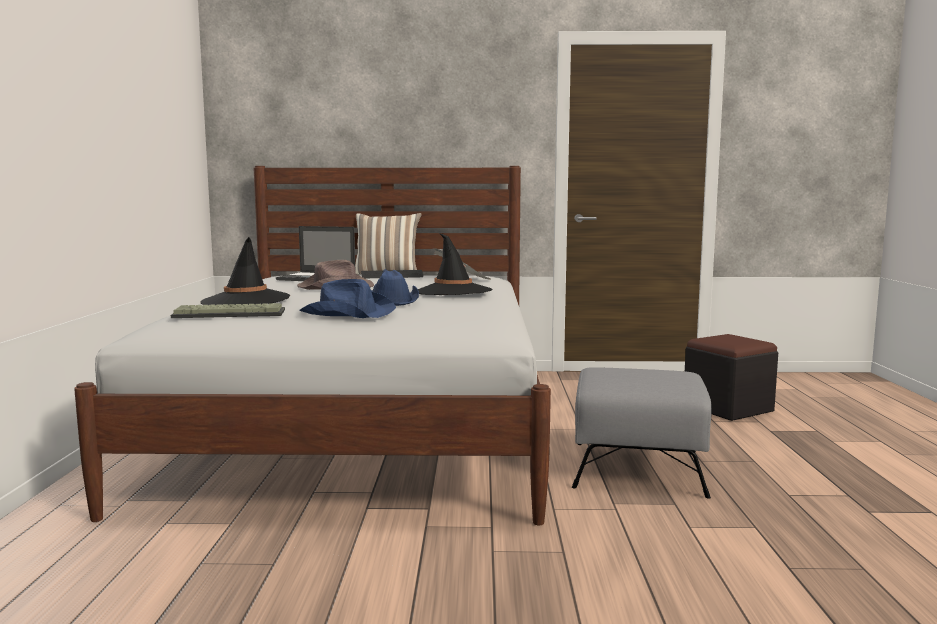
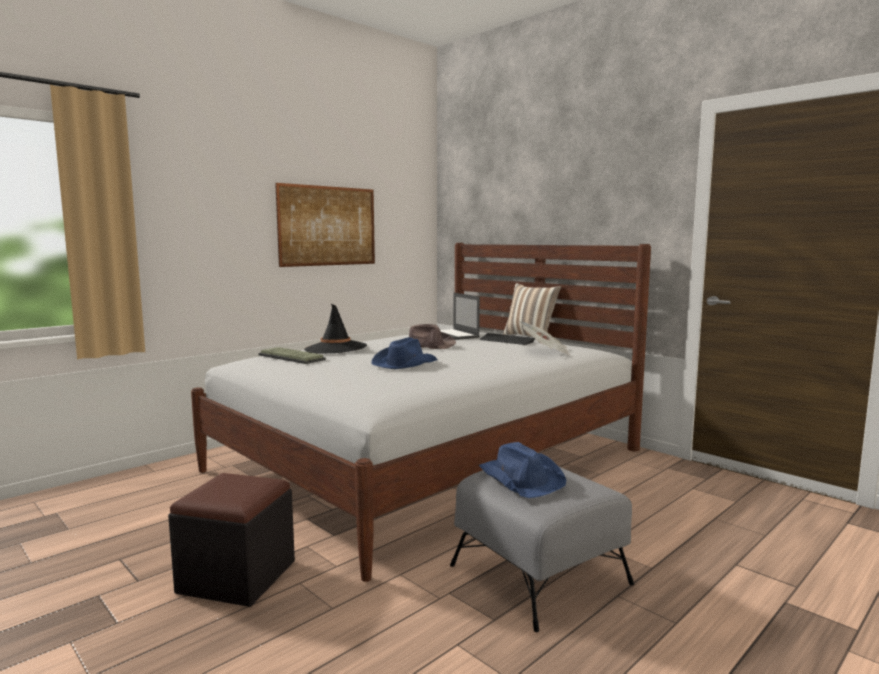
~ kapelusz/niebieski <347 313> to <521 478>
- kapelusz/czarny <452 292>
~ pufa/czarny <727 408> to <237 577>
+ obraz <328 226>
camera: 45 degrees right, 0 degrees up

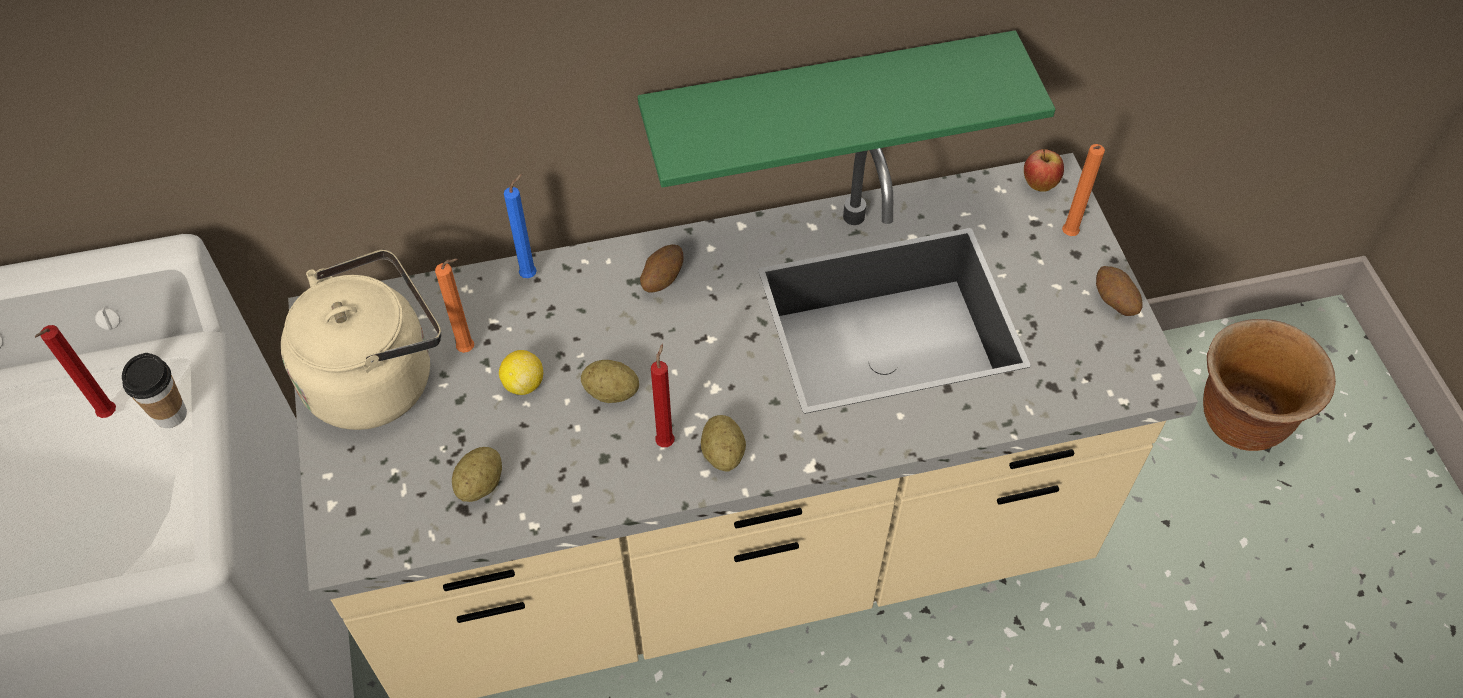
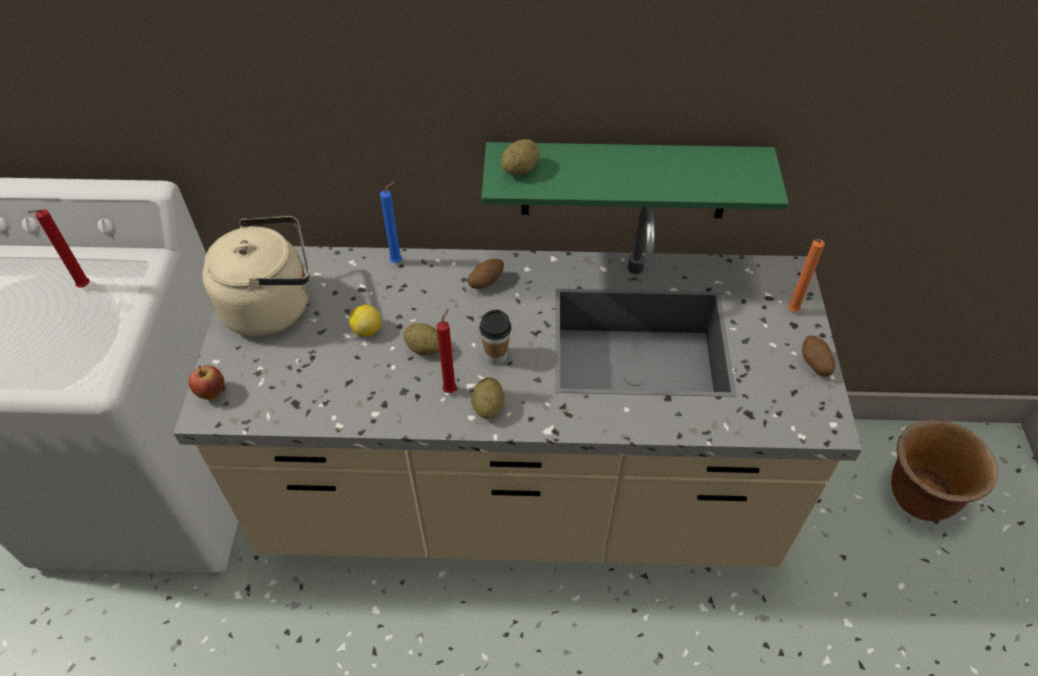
~ filiżanka <170 414> to <496 356>
- świeca/pomarańczowy <469 349>
~ ziemniak <480 484> to <520 170>
~ jabłko <1039 185> to <212 393>
camera: 15 degrees right, 5 degrees down

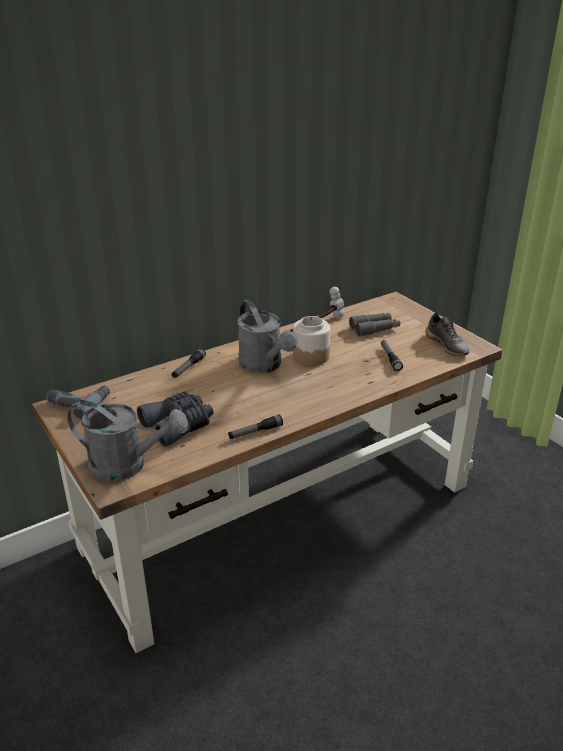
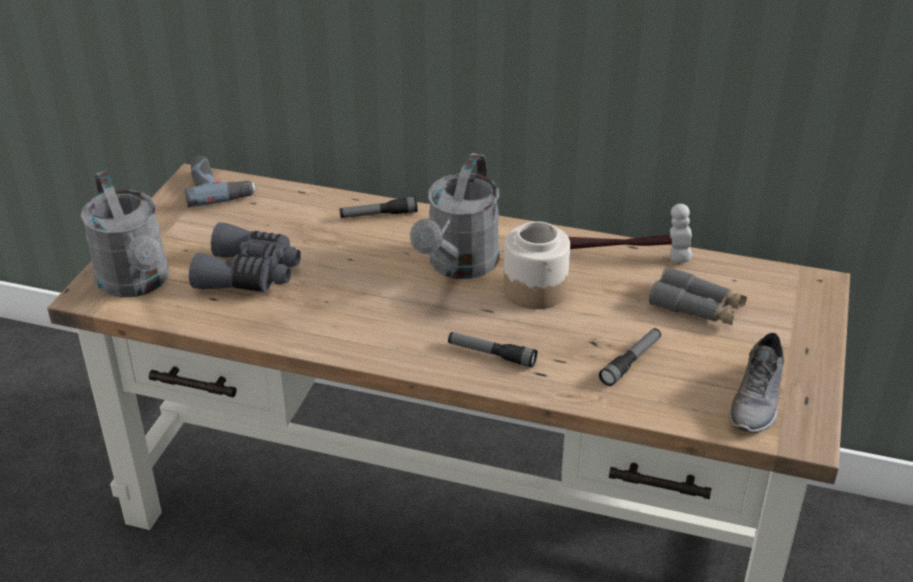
~ latarka <255 432> to <491 355>
camera: 50 degrees right, 5 degrees up

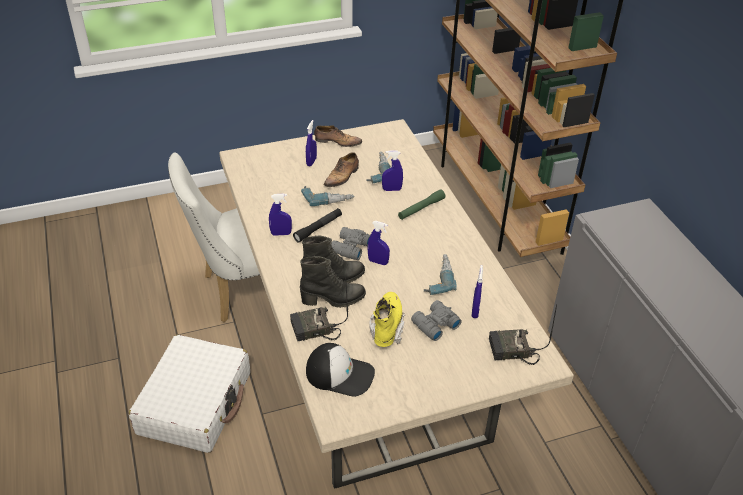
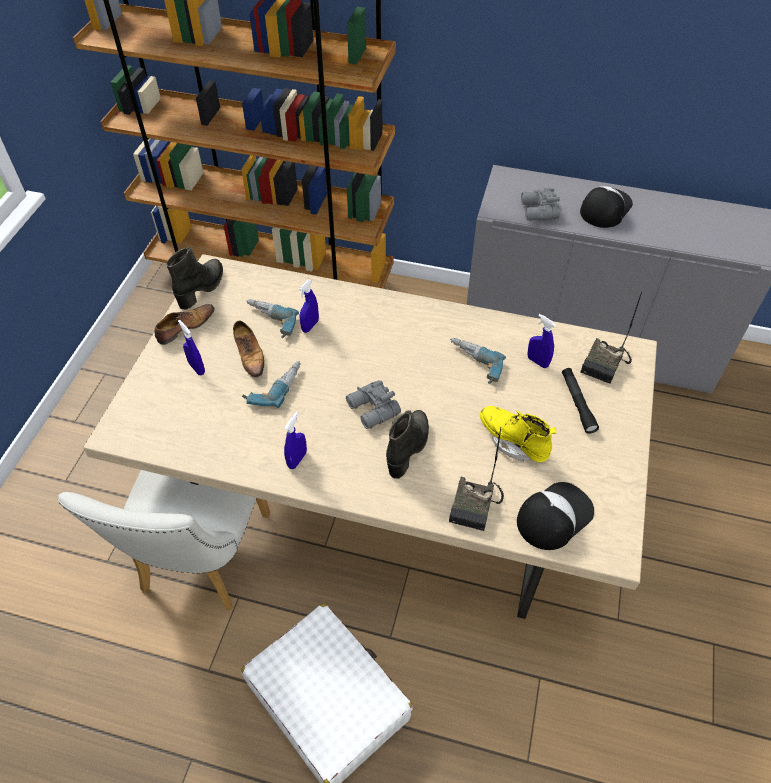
~ latarka/czarny <318 228> to <577 403>
~ but z cholewką/czarny <333 300> to <202 288>
- spryskiwacz/niebieski <378 262>
- latarka/zielony <421 208>
~ lornetka/szary <434 324> to <538 211>
+ czapka z daszkiem <605 208>
camera: 55 degrees left, 10 degrees up

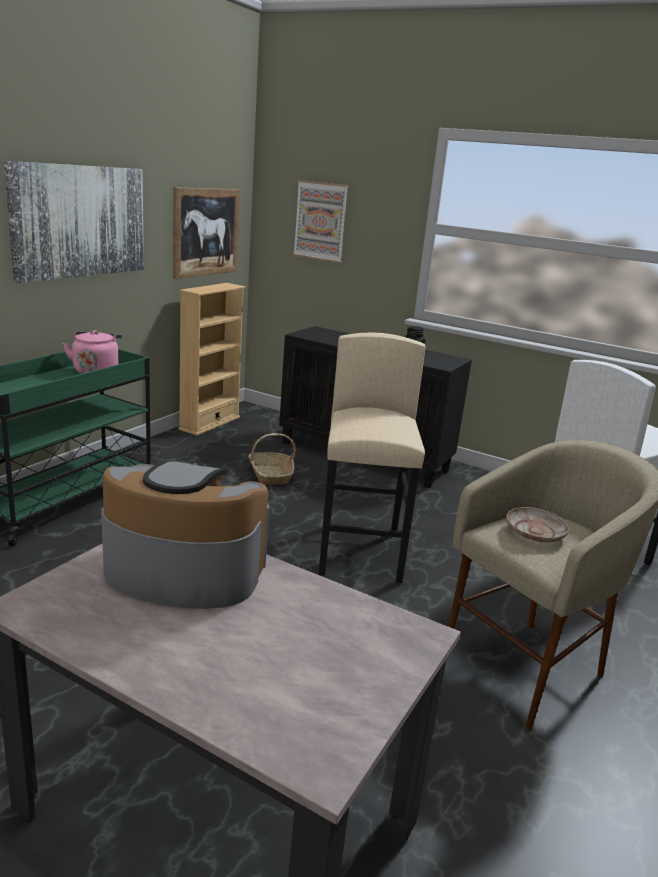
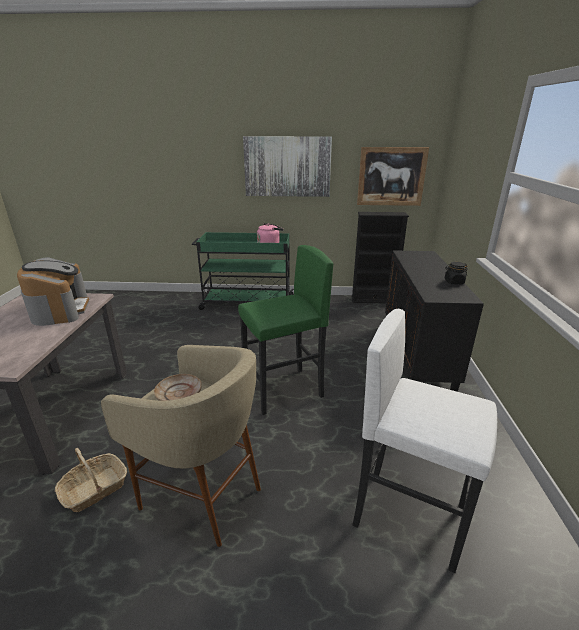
~ regał/beżowy <210 423> to regał/czarny <373 300>
~ koszyk <270 475> to <94 489>
- obraz <320 221>
~ stołek/beżowy <361 553> to stołek/zielony <283 391>
camera: 65 degrees right, 5 degrees up

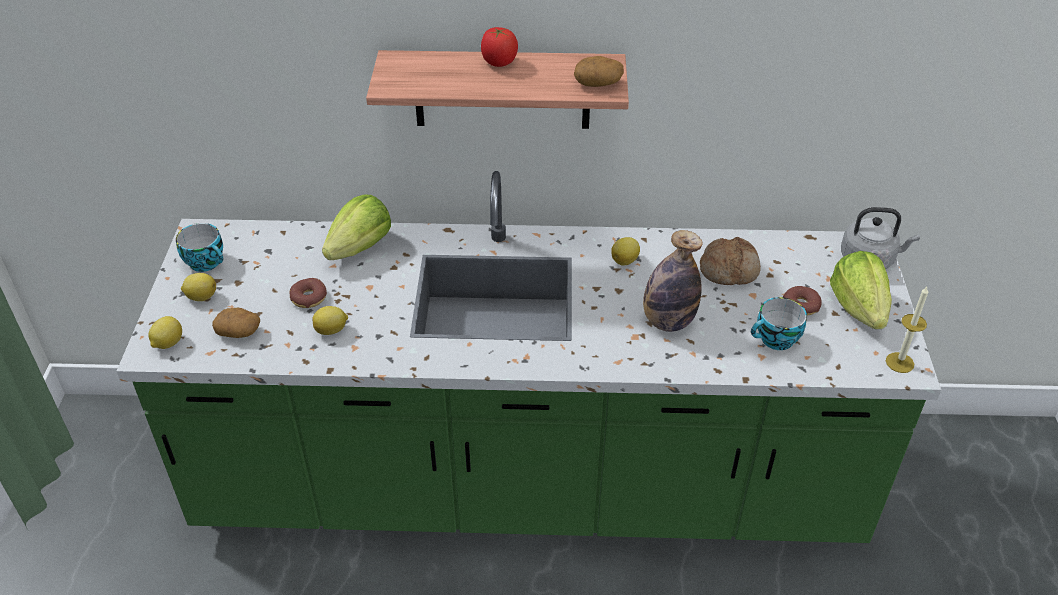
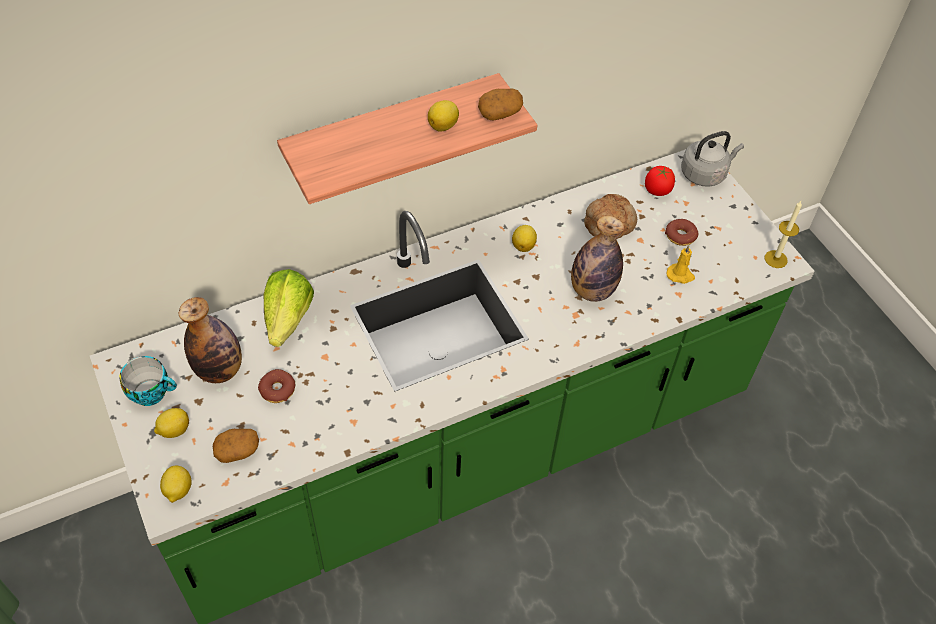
~ cytryna <332 330> to <443 126>
~ pomidor <499 63> to <657 191>
~ filiżanka <775 340> to świeca/żółty <680 275>
- sałata <858 308>
+ butelka <219 370>
camera: 30 degrees left, 10 degrees up

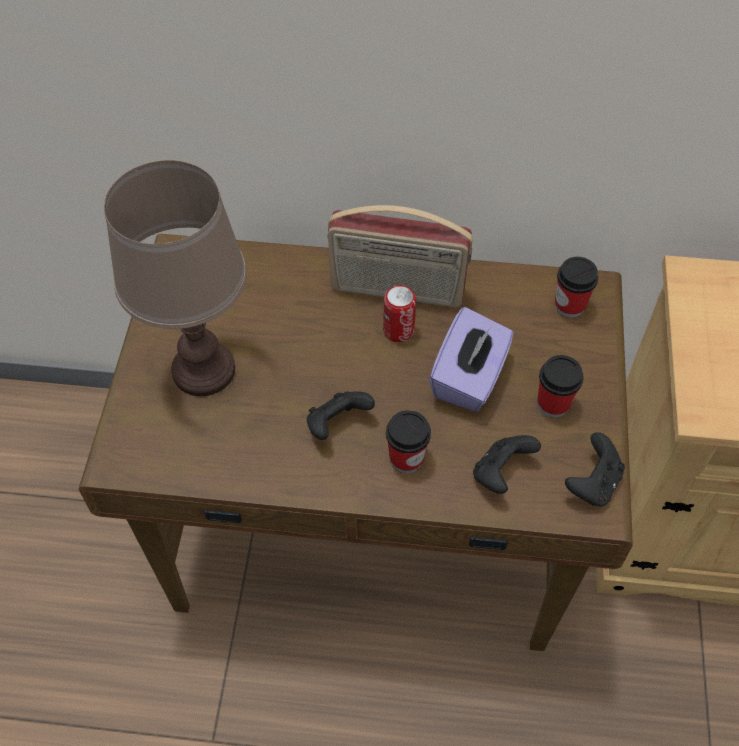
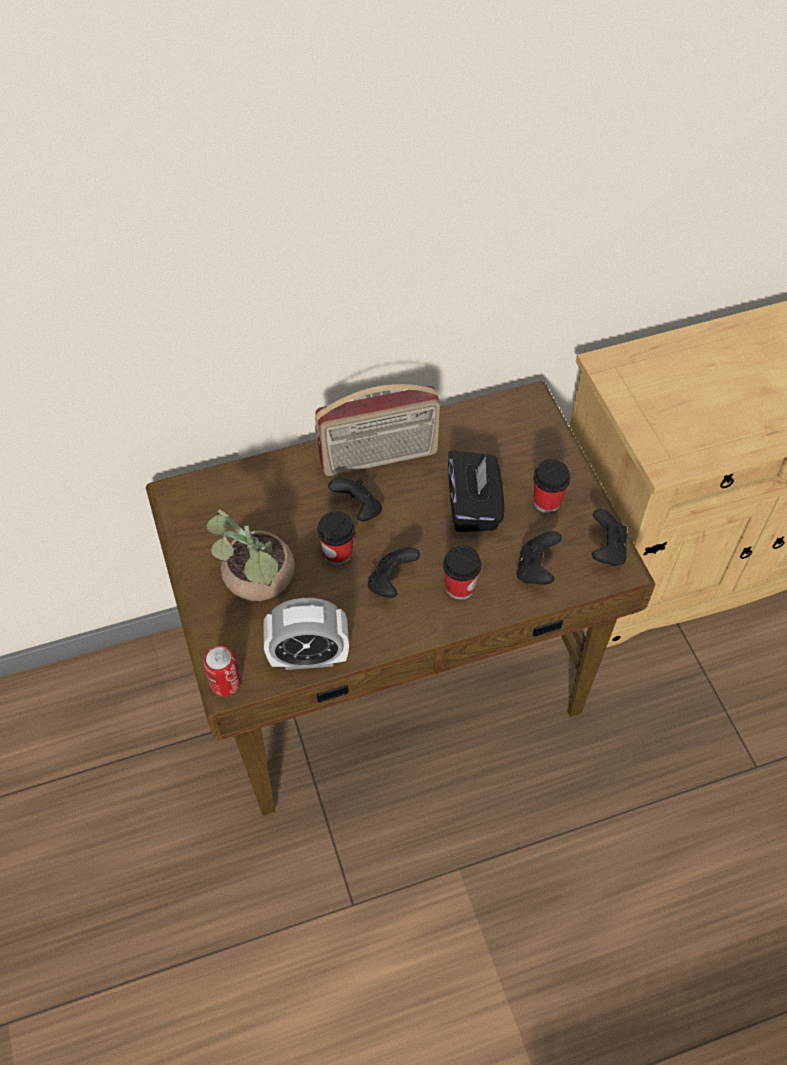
~ lampa stołowa/brązowy <204 370> to roślina doniczkowa <258 582>
~ puszka <398 330> to <225 683>
~ pudełko chusteczek/fioletowy <469 378> to pudełko chusteczek/czarny <473 506>
~ filiżanka <569 306> to <337 553>
+ budzik <309 657>
+ pad do gier/czarny <358 509>
camera: 25 degrees left, 0 degrees up

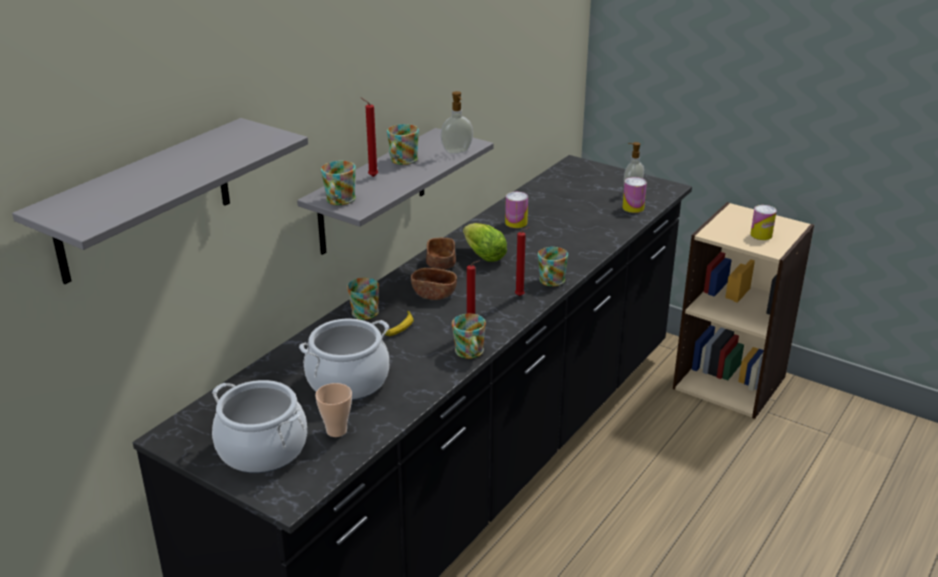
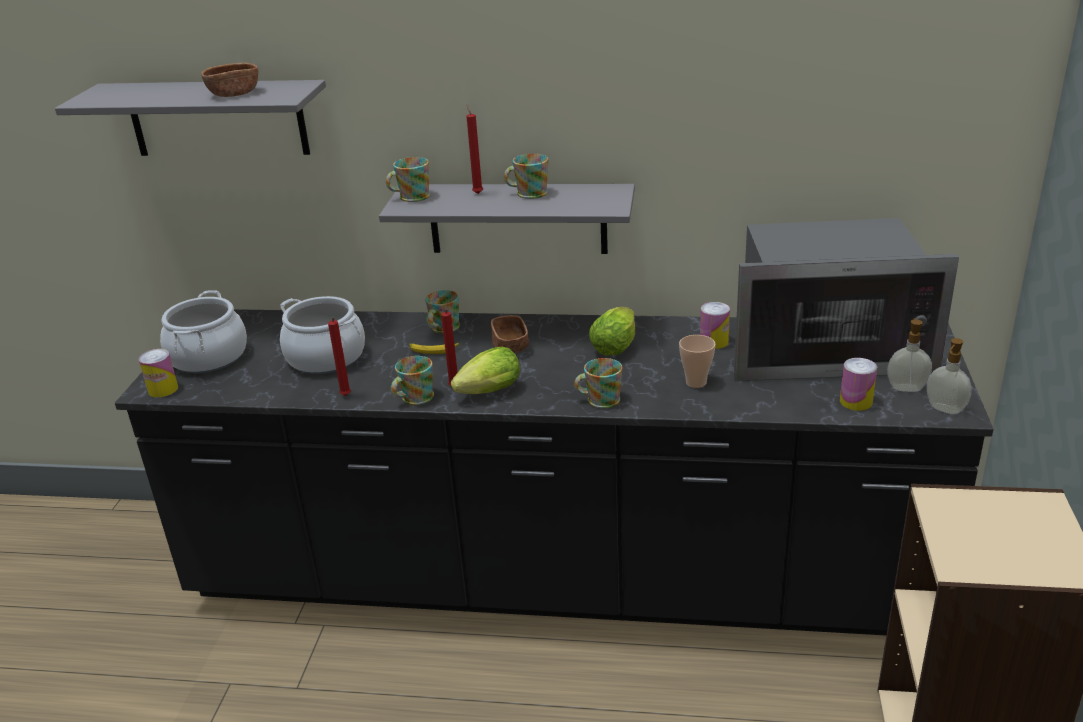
~ filiżanka <336 431> to <696 382>
~ miska/brązowy <441 264> to <234 93>
~ dozownik mydła <457 152> to <944 409>
~ świeca/czerwony <521 296> to <346 397>
~ puszka <761 235> to <163 389>
+ sałata <486 393>
+ mikrofalówka <825 350>
camera: 65 degrees right, 0 degrees up

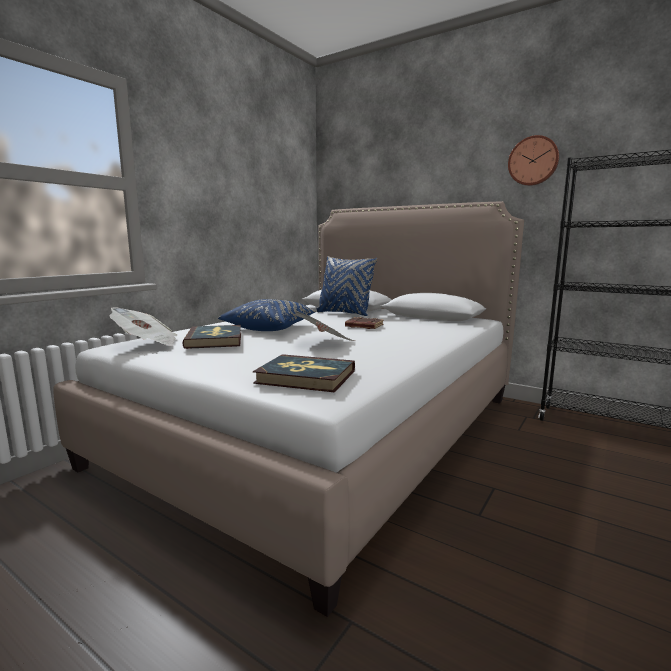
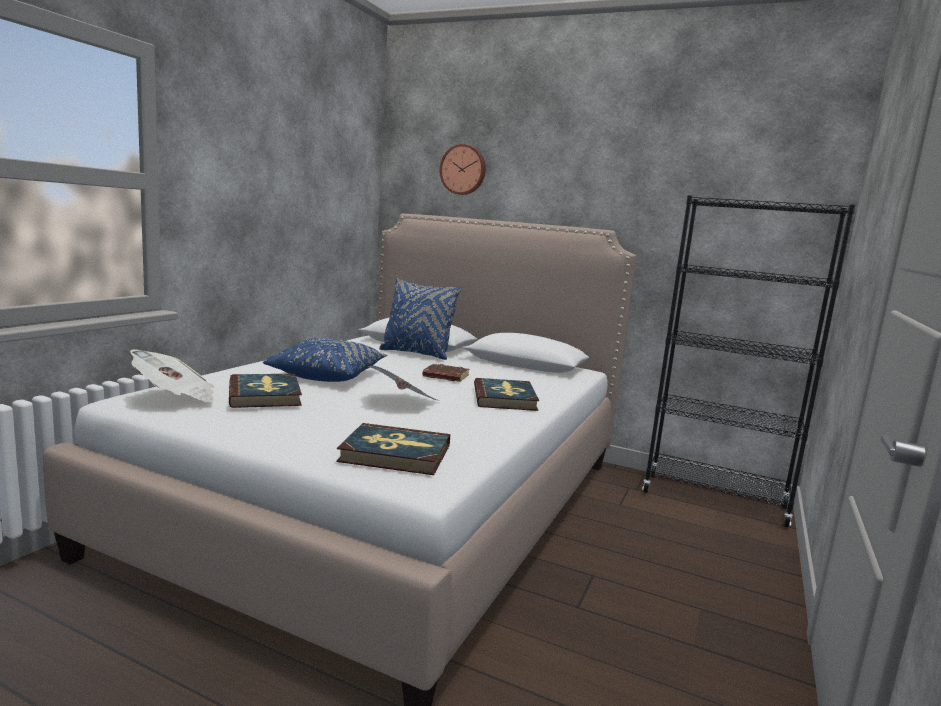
~ zegar ścienny <533 161> to <463 170>
+ książka <505 398>
camera: 10 degrees left, 0 degrees up

